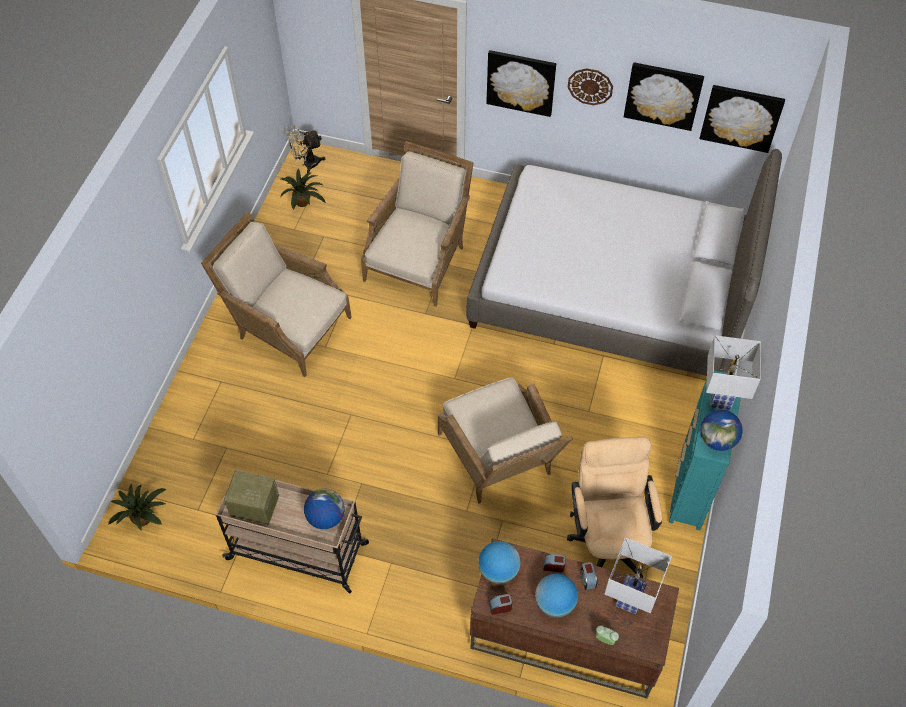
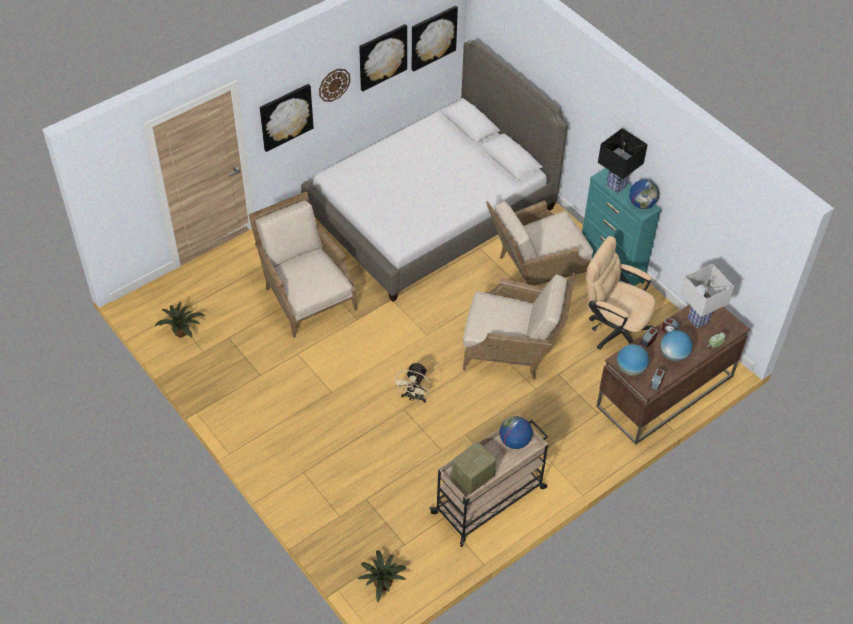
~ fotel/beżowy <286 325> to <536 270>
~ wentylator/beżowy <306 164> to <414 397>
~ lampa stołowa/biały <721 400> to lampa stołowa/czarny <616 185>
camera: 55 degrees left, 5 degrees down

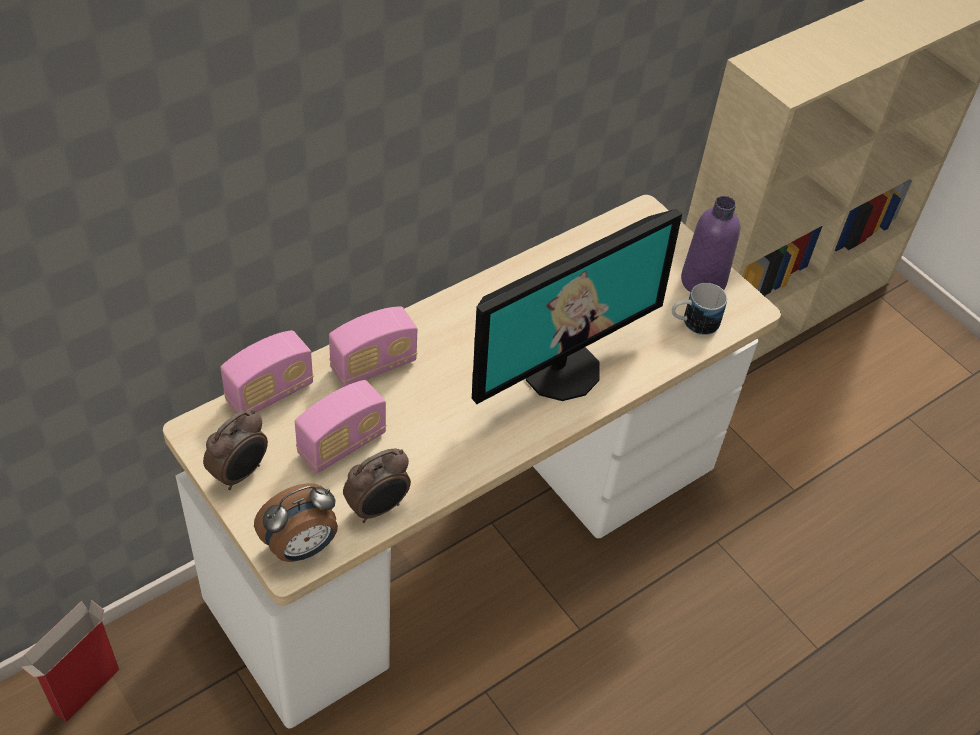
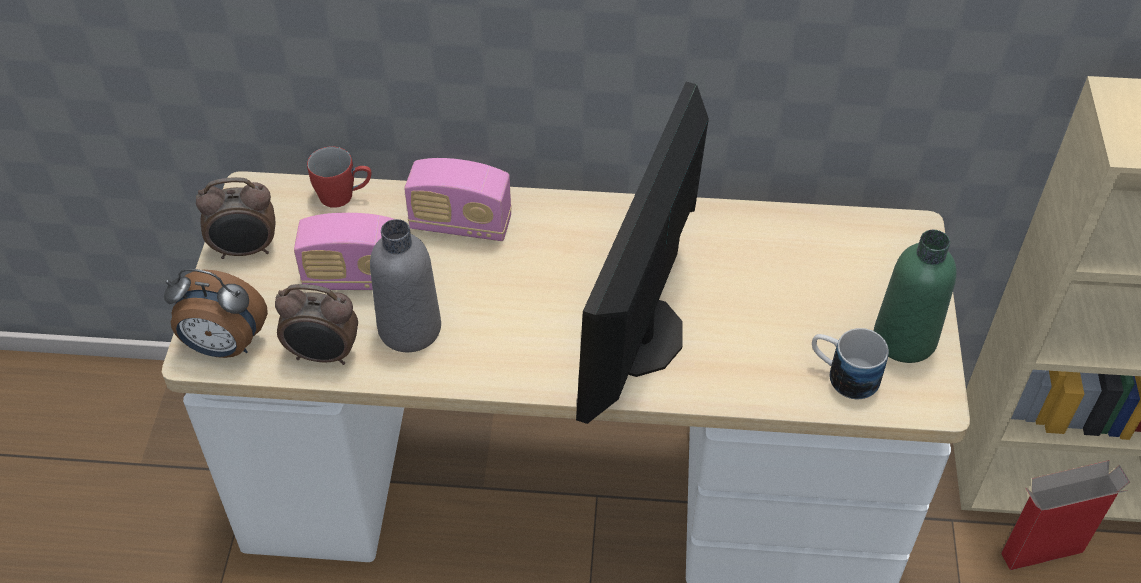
~ karton <85 692> to <1040 553>
~ radio <270 393> to kubek/czerwony <344 196>
~ monitor <561 370> = <639 337> 105 degrees clockwise
~ butelka/fioletowy <703 281> to butelka/zielony <904 339>
+ butelka/szary <409 328>
camera: 45 degrees right, 0 degrees up

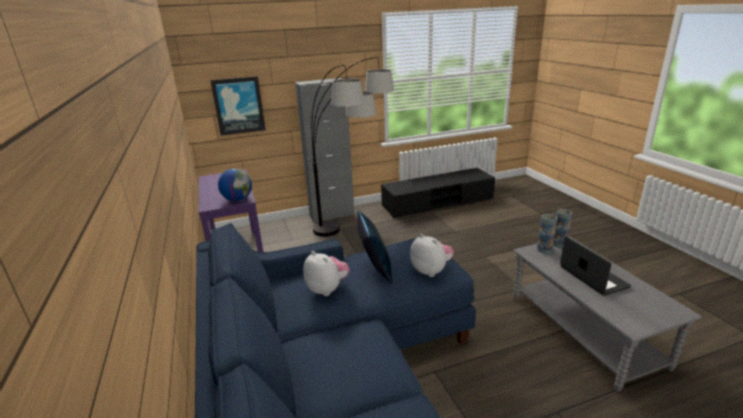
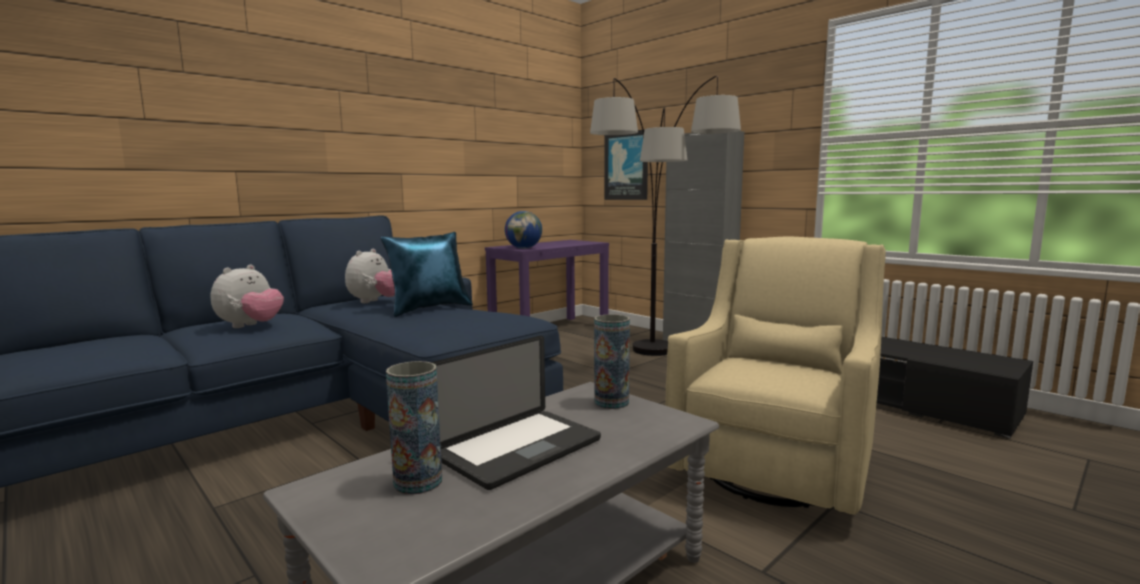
~ pluszak <431 271> to <251 326>
~ wazon <559 244> to <418 482>
+ fotel/beżowy <775 467>
camera: 65 degrees right, 15 degrees down

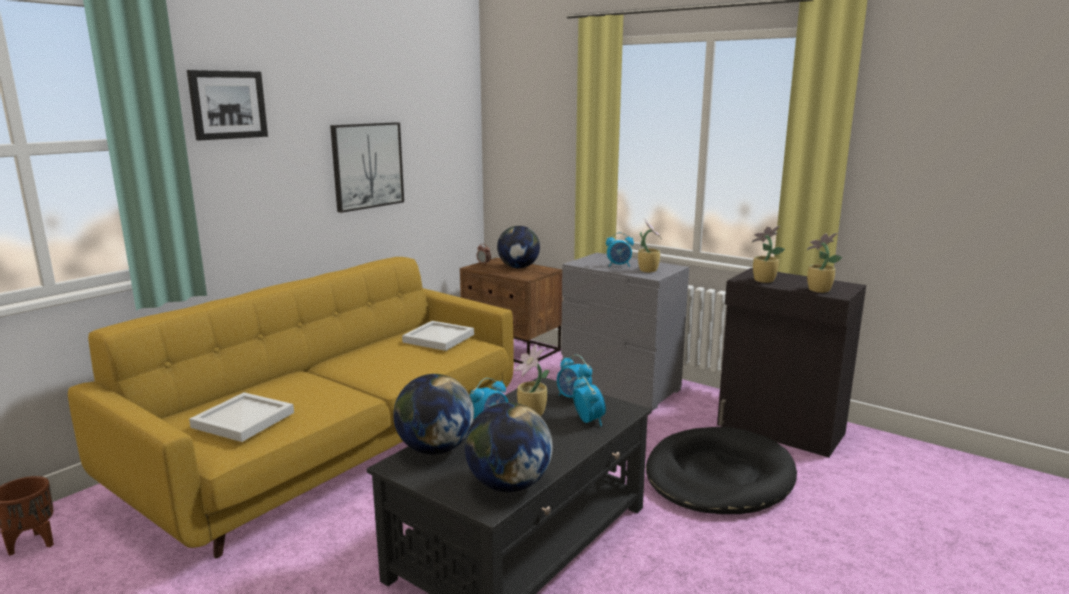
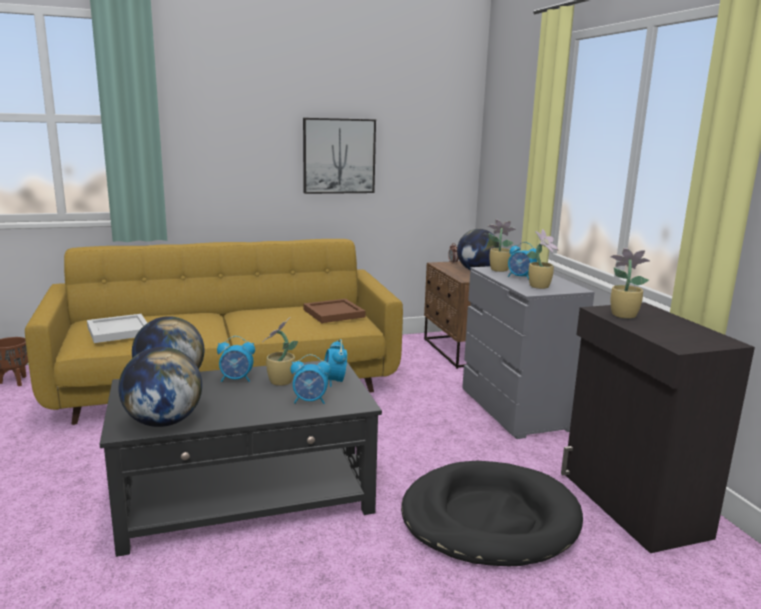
- obraz <227 105>
~ taca/biały <439 338> to taca/brązowy <333 313>
~ budzik <588 420> = <310 401> 75 degrees clockwise
~ roślina doniczkowa <817 290> to <498 269>
camera: 35 degrees right, 0 degrees up

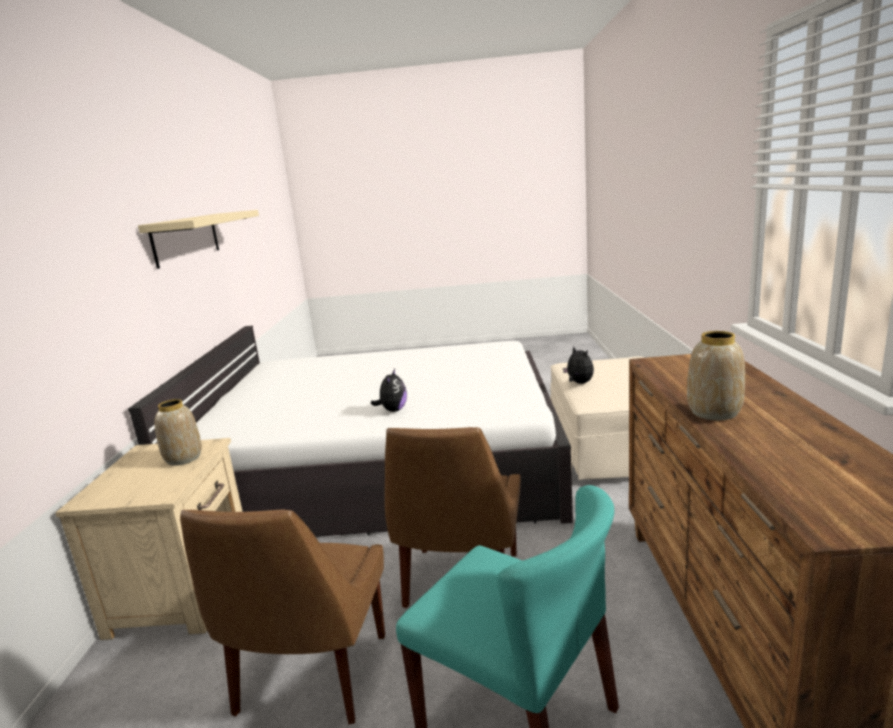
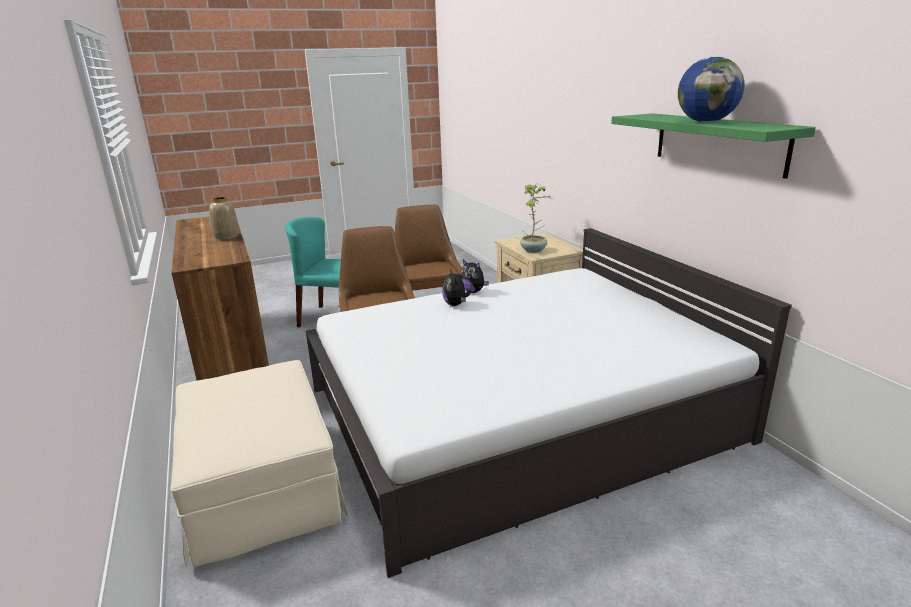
~ półka/beżowy <186 238> to półka/zielony <718 142>
~ wazon <184 458> to roślina doniczkowa <534 250>
~ pluszak <579 383> to <473 291>
+ globus <705 122>
camera: 155 degrees right, 5 degrees up

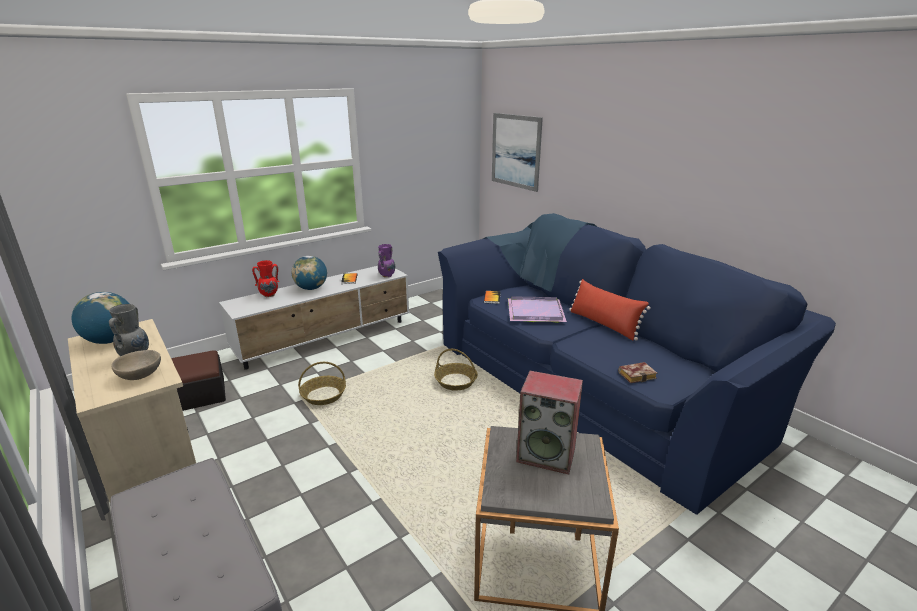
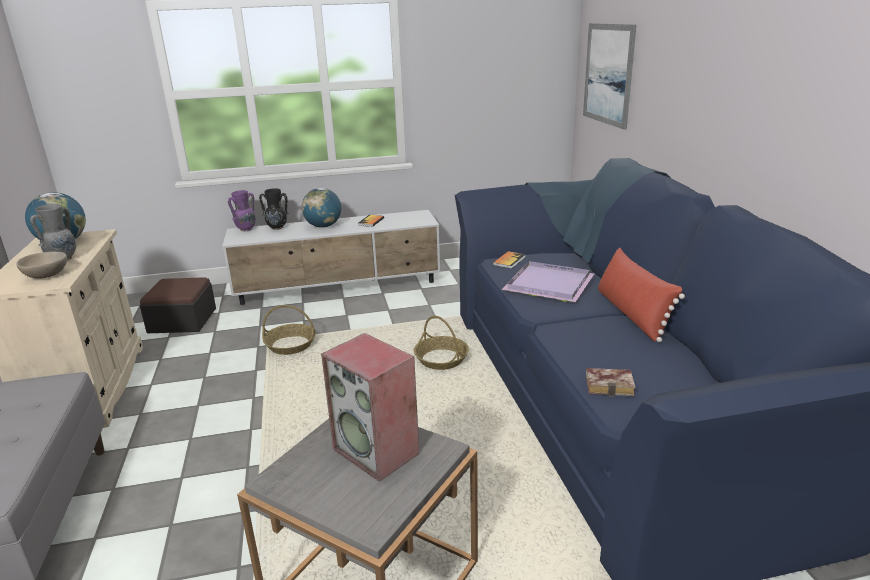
~ wazon/czerwony <269 295> to wazon/czarny <277 228>
~ wazon/fioletowy <386 276> to <245 229>
camera: 25 degrees right, 0 degrees up

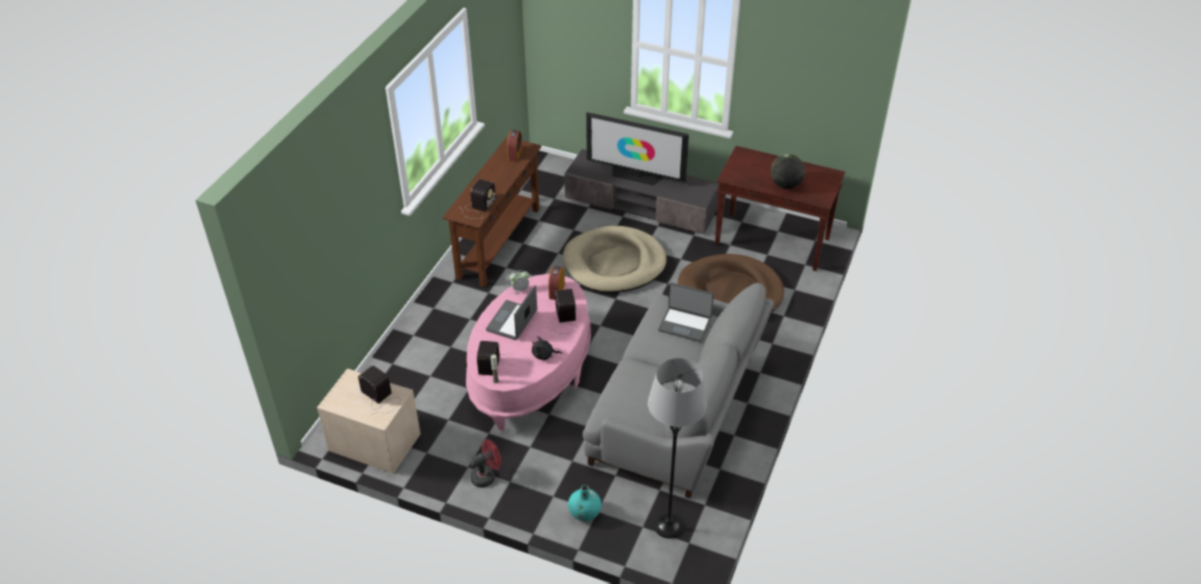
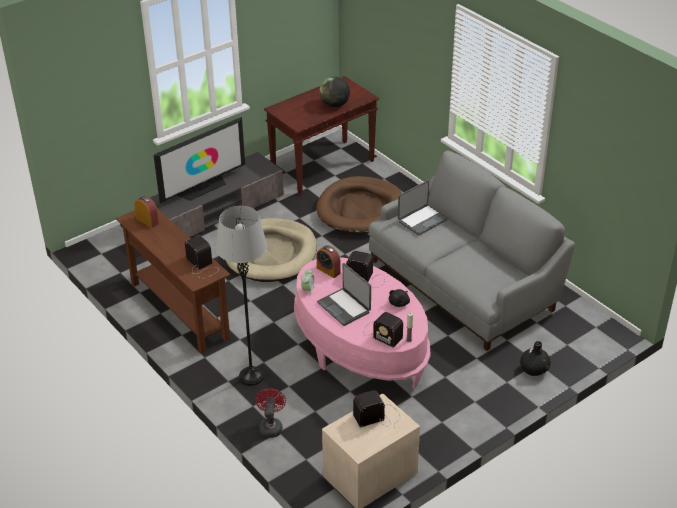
~ wentylator/czerwony <486 476> to <271 426>
~ wazon/turkusowy <585 512> to wazon/czarny <534 370>
~ lampa stojąca/szary <668 526> to <251 376>
camera: 60 degrees left, 5 degrees down

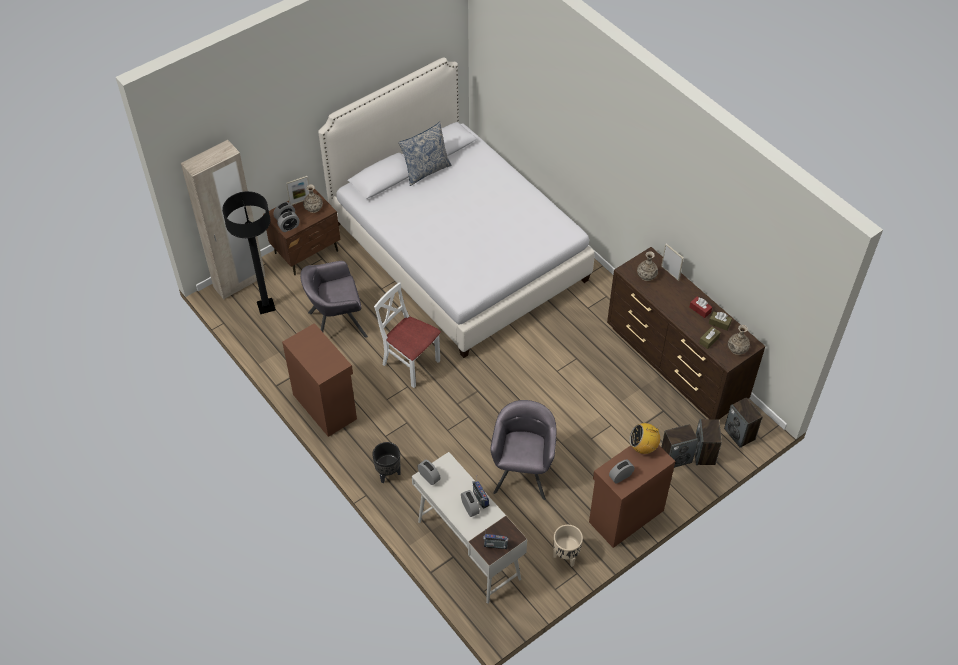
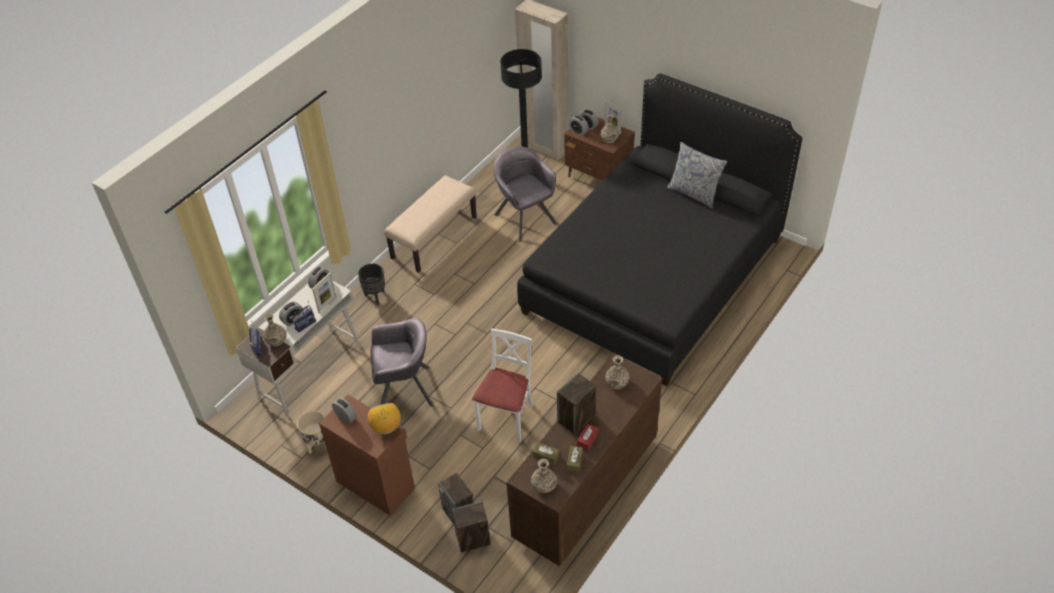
~ szafka/brązowy <325 406> to ławka/beżowy <434 237>
~ łóżko/biały <457 251> to łóżko/czarny <653 275>
~ krzesło/biały <410 363> to <507 418>
~ ramka na zdjęcie <670 273> to <327 305>
~ głośnik <740 434> to <576 419>
+ wazon <276 340>
camera: 75 degrees right, 5 degrees down

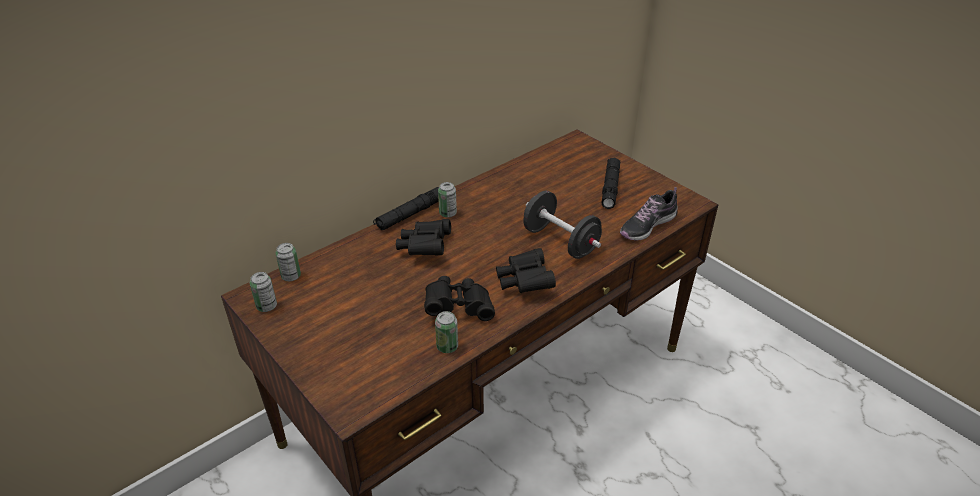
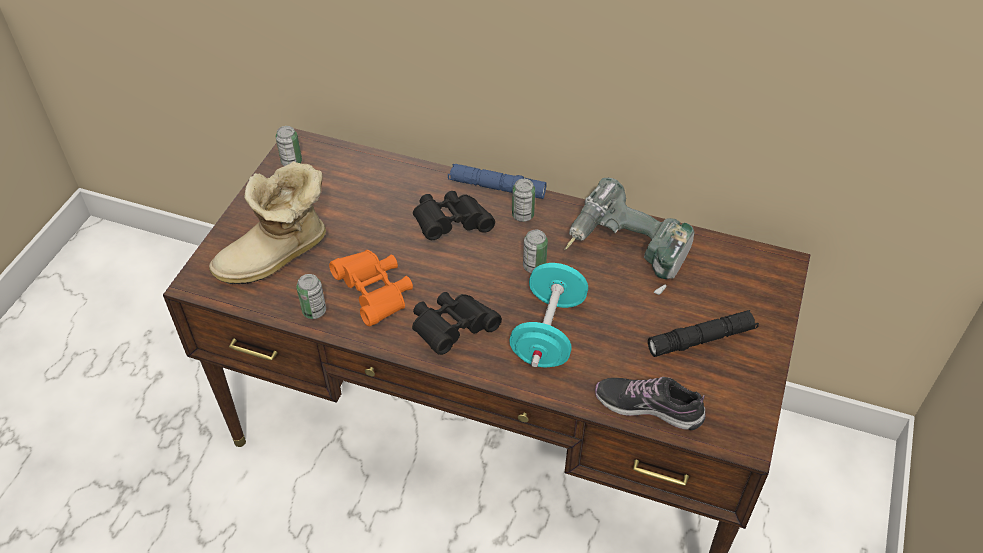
~ puszka <291 276> to <534 266>
~ latarka/czarny <410 214> to latarka/niebieski <497 187>
~ lornetka/czarny <459 308> to lornetka/pomarańczowy <375 294>
~ hantel/czarny <560 241> to hantel/turkusowy <548 333>
+ but z cholewką <277 257>
+ wiertarka <626 253>
camera: 60 degrees right, 10 degrees up

